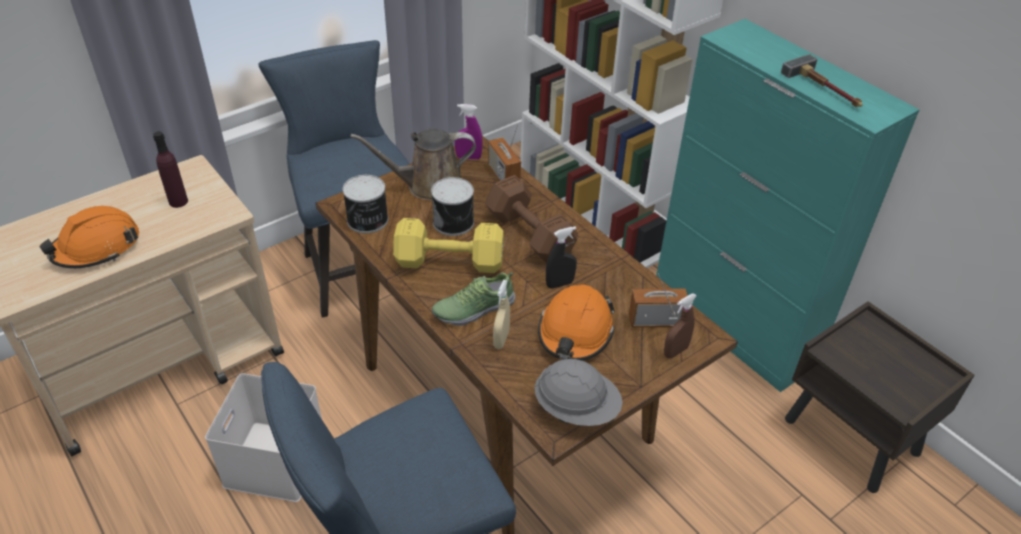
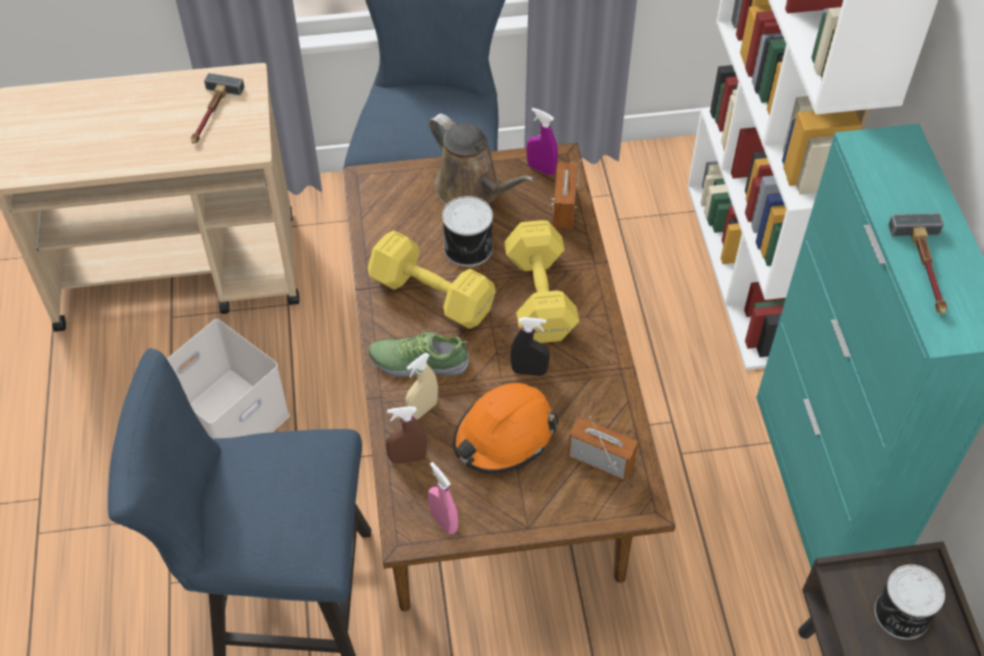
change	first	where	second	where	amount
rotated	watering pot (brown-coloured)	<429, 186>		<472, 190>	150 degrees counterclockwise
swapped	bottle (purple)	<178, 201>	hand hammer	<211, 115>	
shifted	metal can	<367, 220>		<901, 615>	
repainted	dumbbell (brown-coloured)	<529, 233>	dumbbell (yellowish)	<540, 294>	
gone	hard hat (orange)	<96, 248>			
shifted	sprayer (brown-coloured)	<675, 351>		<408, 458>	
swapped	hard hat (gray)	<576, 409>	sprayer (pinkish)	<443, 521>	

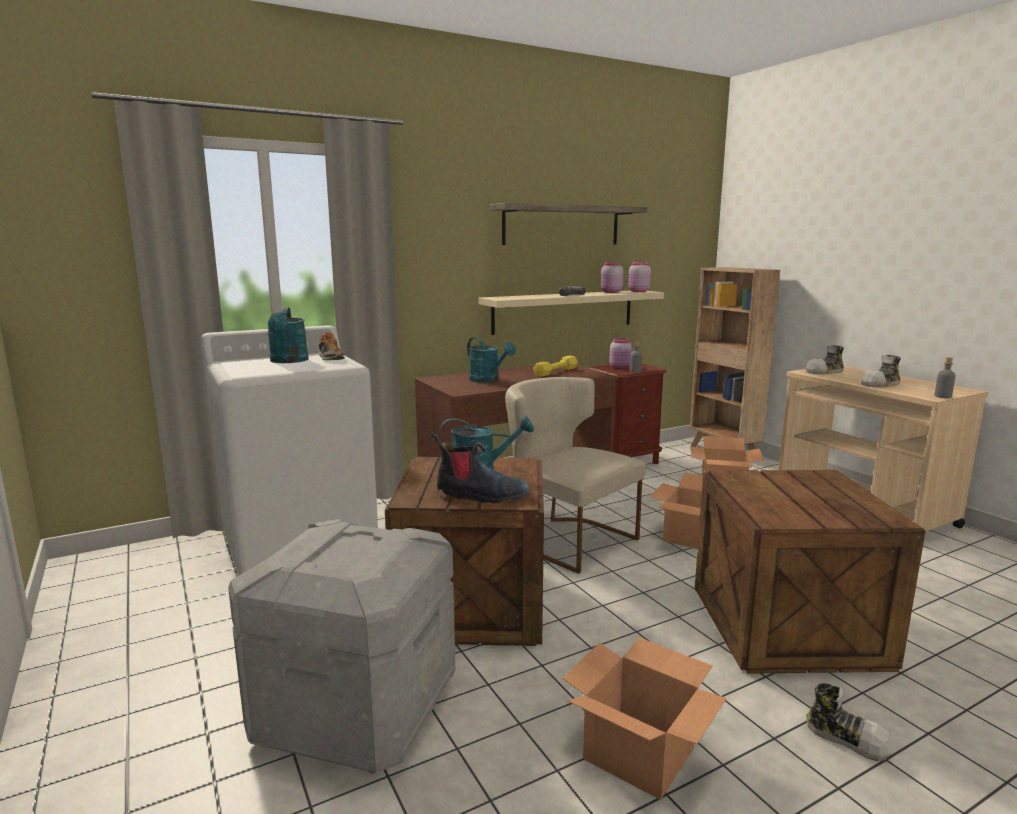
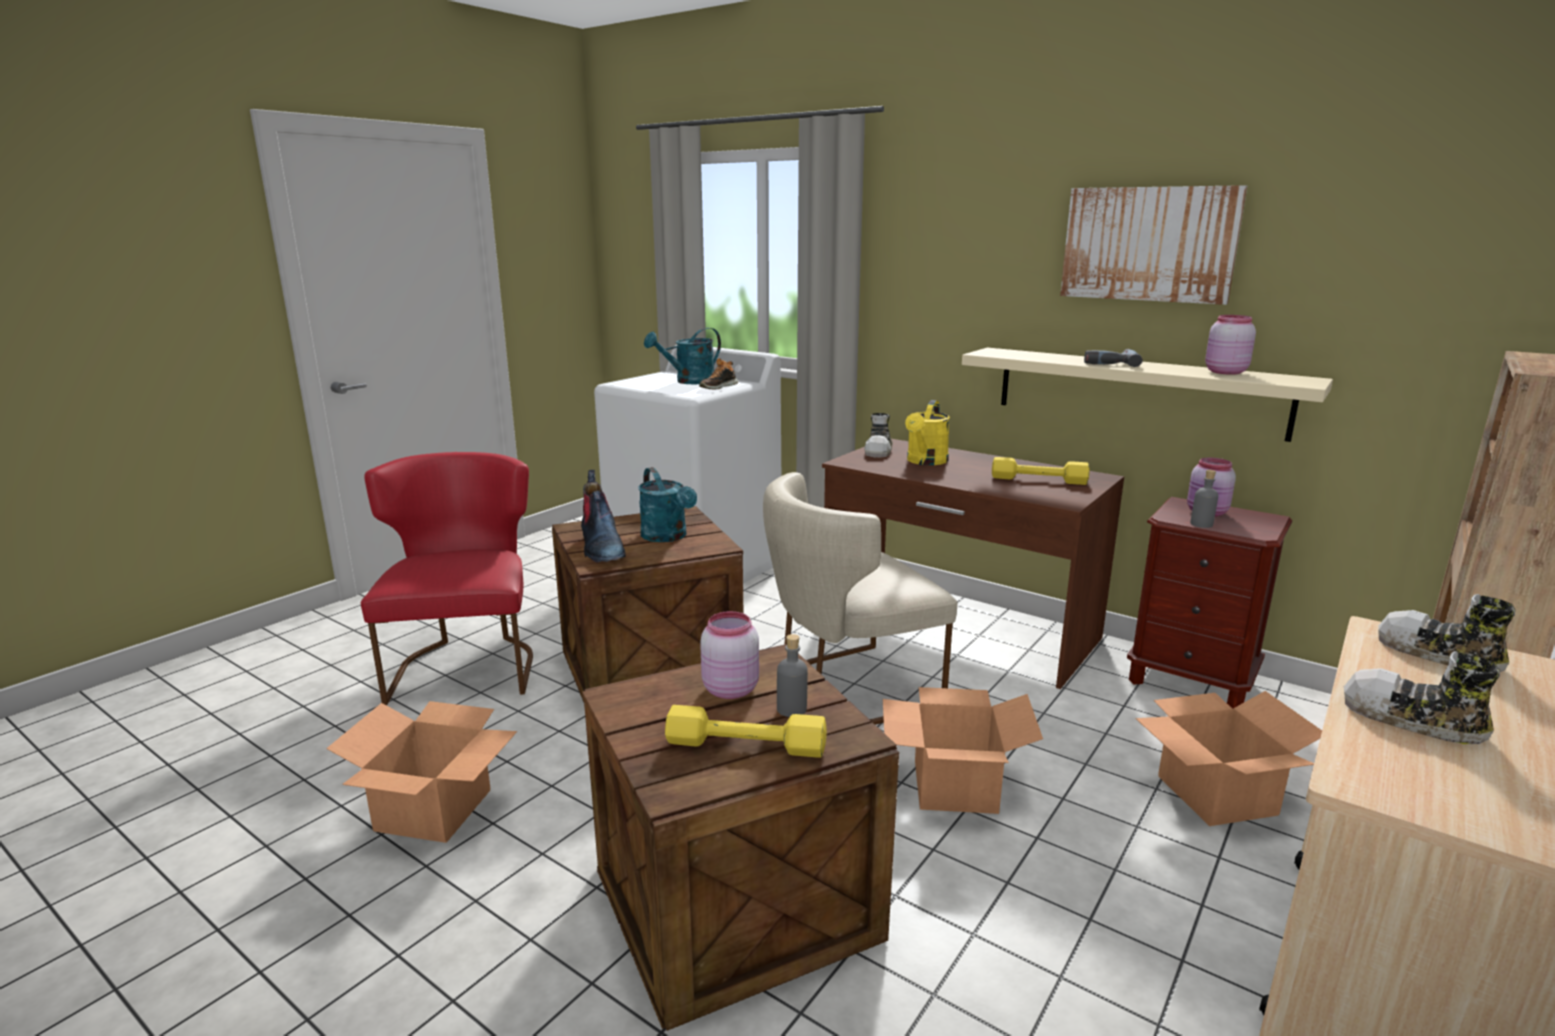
change	first	where	second	where	amount
swapped	bracket shelf	<561, 225>	wall art	<1148, 244>	
shifted	storage jar (pinkish)	<638, 291>		<729, 689>	
repainted	watering pot (blue-green)	<488, 380>	watering pot (yellowish)	<925, 462>	
shifted	bottle (gray)	<942, 396>		<791, 709>	
rotated	chair (sand-coloured)	<567, 539>		<847, 690>	135 degrees counterclockwise
swapped	storage container (gray)	<356, 709>	chair (red)	<467, 664>	
shifted	low shoe	<847, 738>		<879, 450>	
new			dumbbell (yellowish)	<745, 745>	

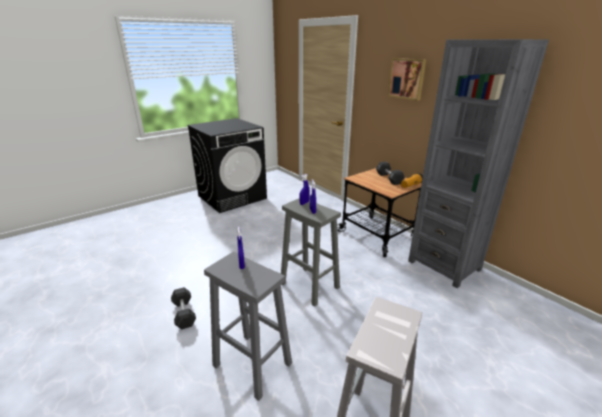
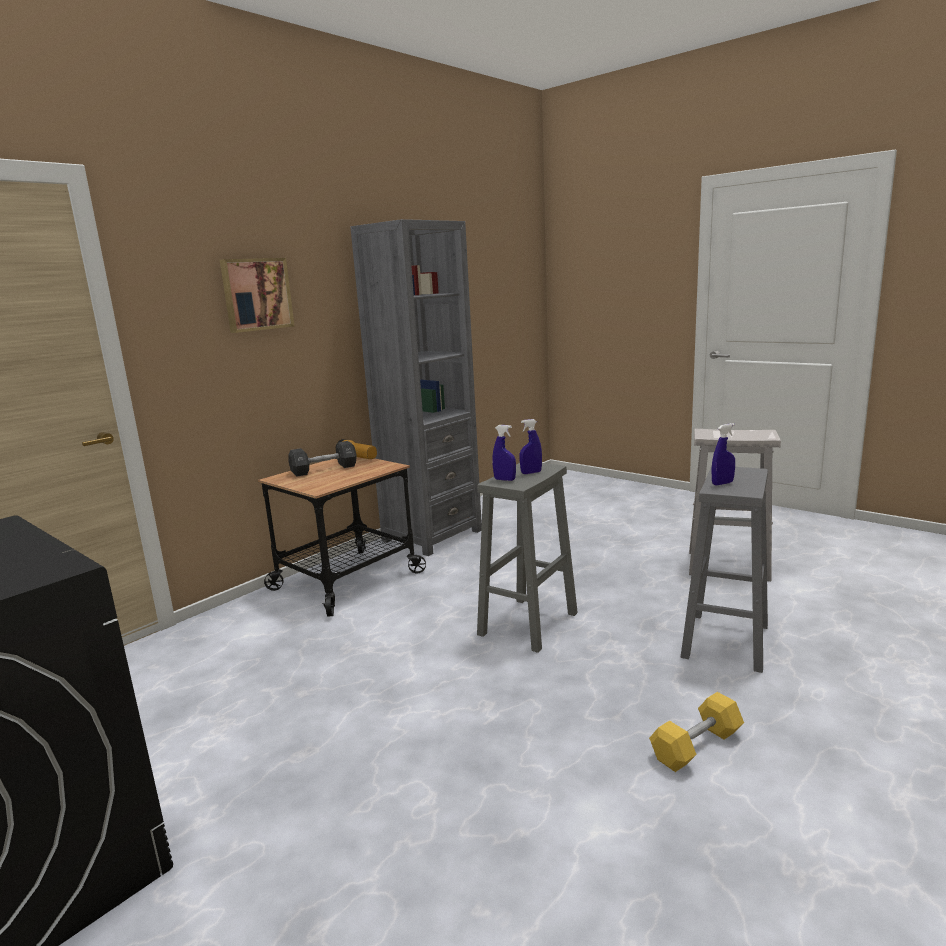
change	first	where	second	where	amount
repainted	dumbbell (gray)	<184, 313>	dumbbell (yellowish)	<696, 746>	

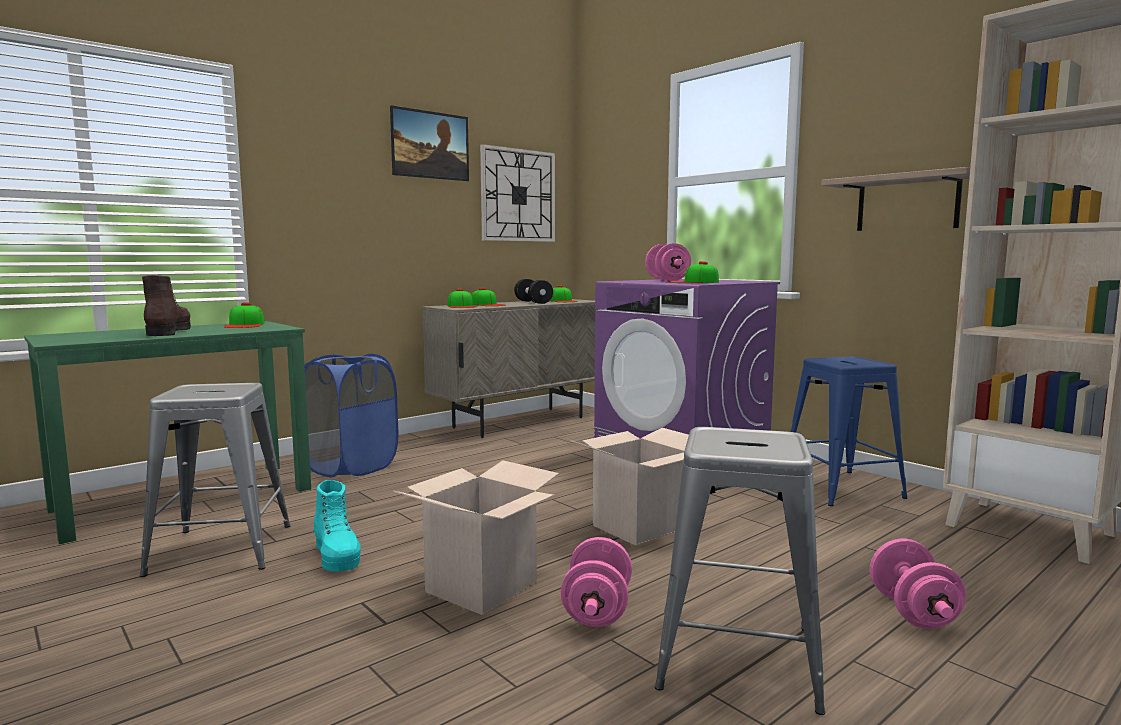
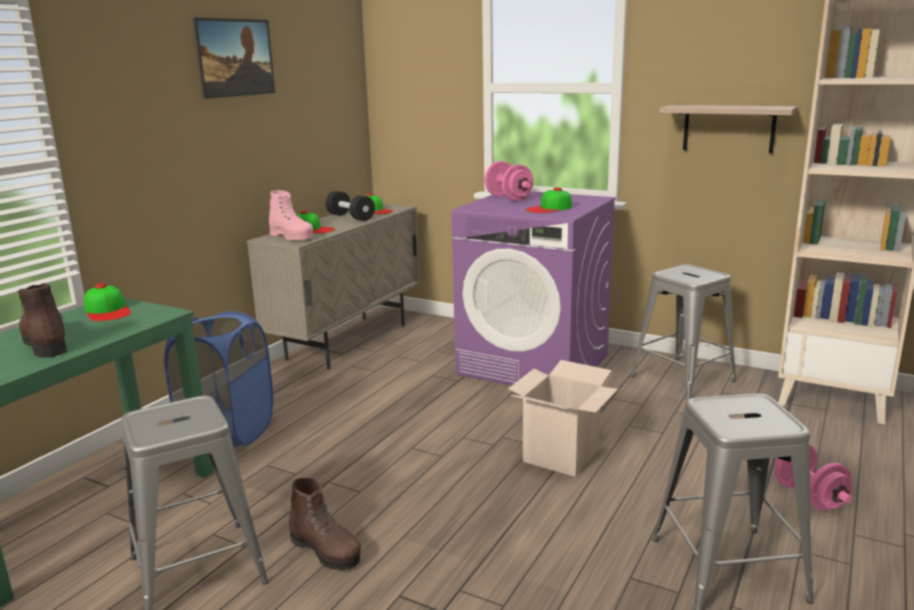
change	first	where	second	where	amount
gone	hanging clock	<518, 195>			
swapped	peaked cap	<461, 306>	boot (pinkish)	<292, 237>	
repainted	sitting stool (blue)	<840, 488>	sitting stool (gray)	<682, 378>	
gone	packing box	<481, 587>			
repainted	boot (blue-green)	<337, 556>	boot (brown-coloured)	<326, 550>	
gone	dumbbell (pinkish)	<597, 610>			

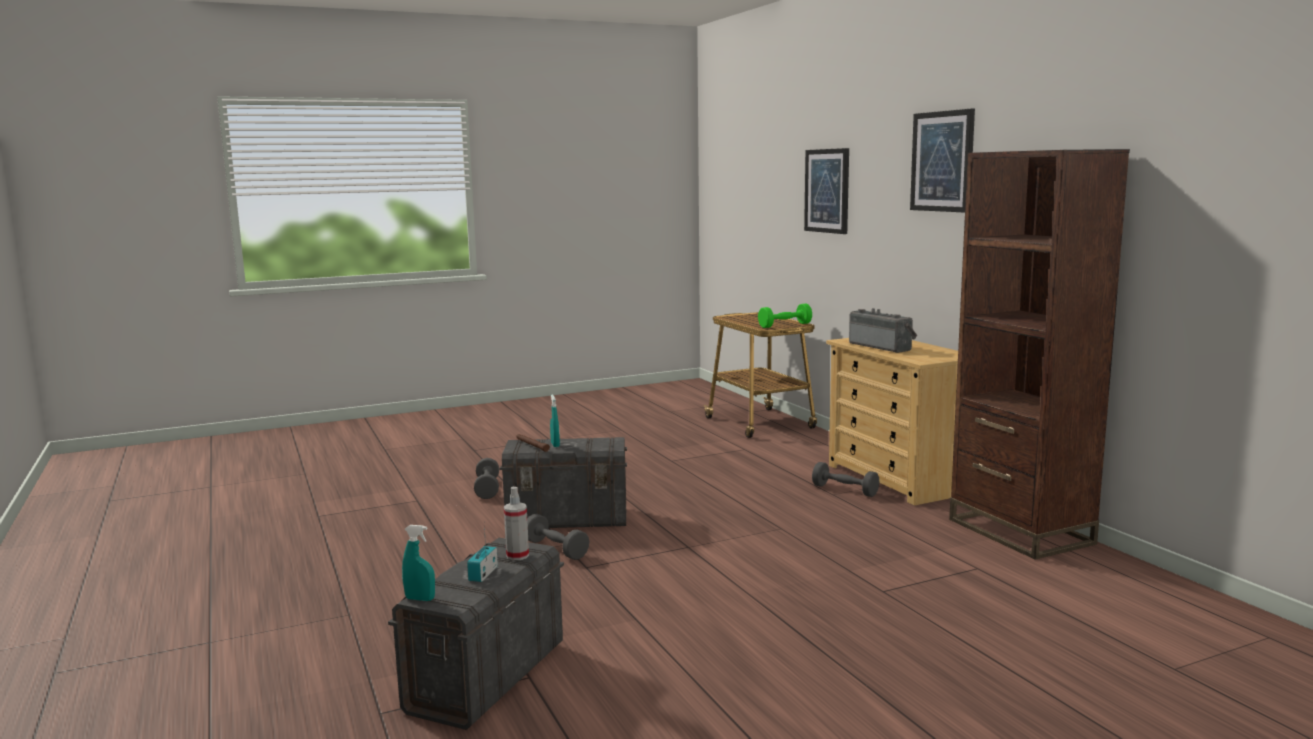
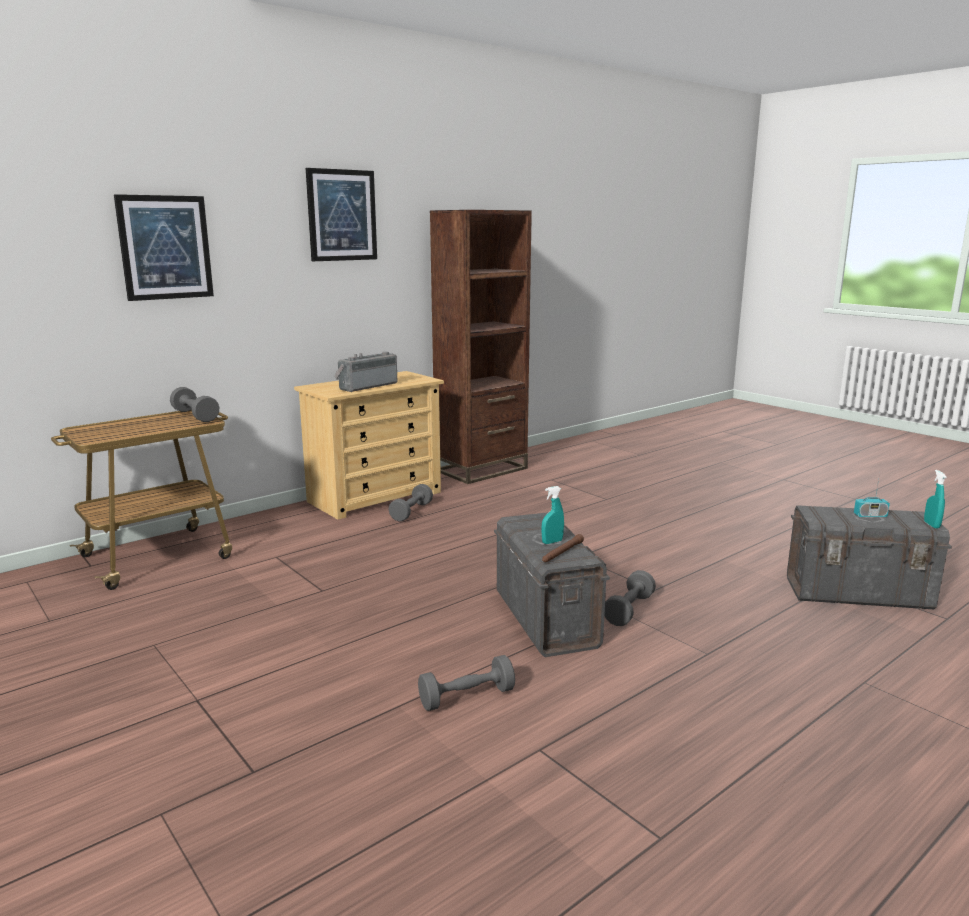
change	first	where	second	where	amount
repainted	dumbbell (green-coloured)	<785, 325>	dumbbell (gray)	<195, 416>	
gone	sprayer	<517, 555>			

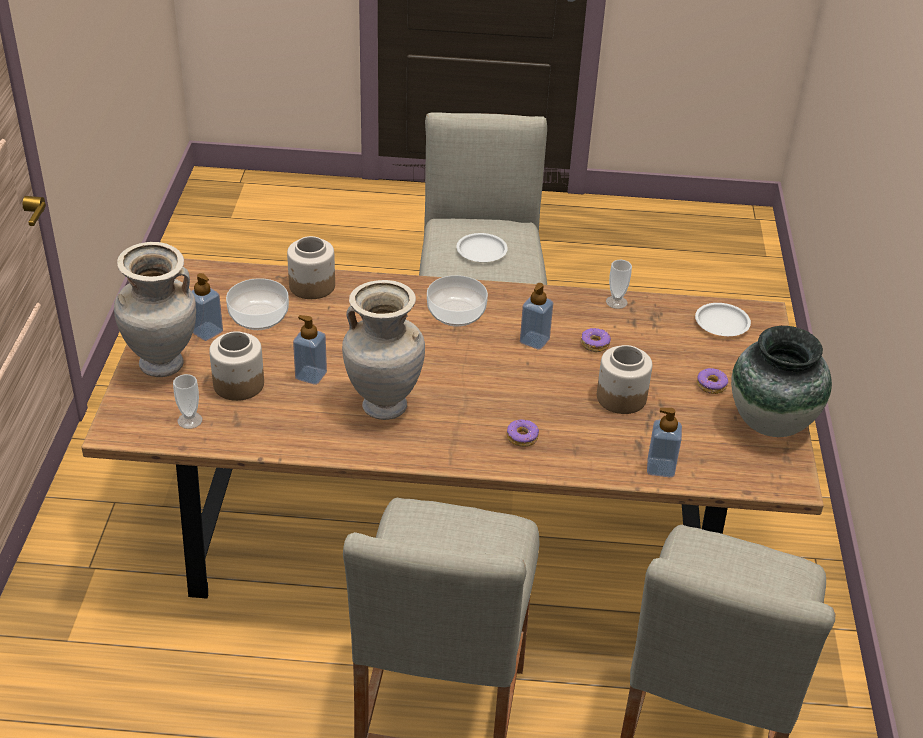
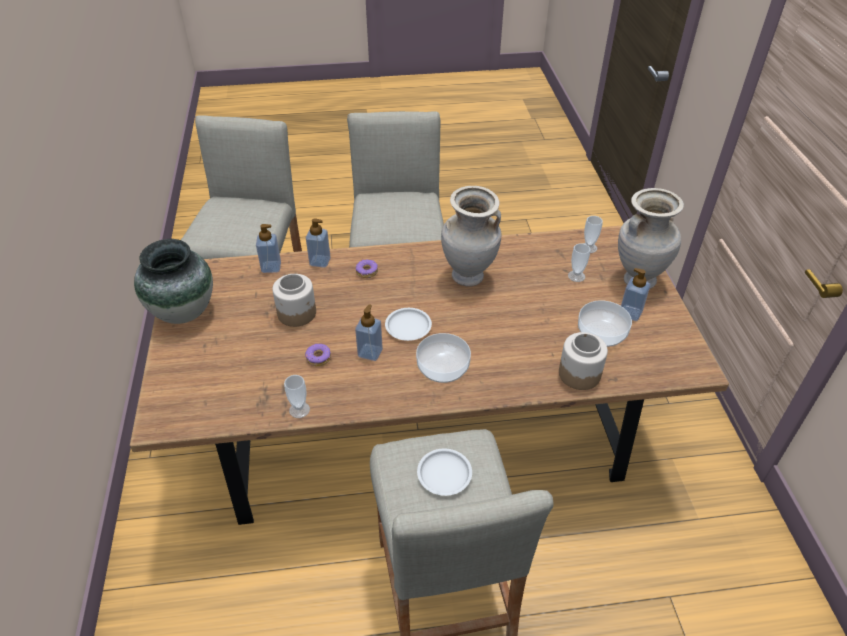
change	first	where	second	where	amount
shifted	flat dish (white-coloured)	<721, 323>		<408, 327>	
shifted	soap dispenser	<311, 375>		<320, 261>	
swapped	storage jar	<238, 384>	drinking cup	<576, 276>	
gone	ring doughnut	<711, 385>			

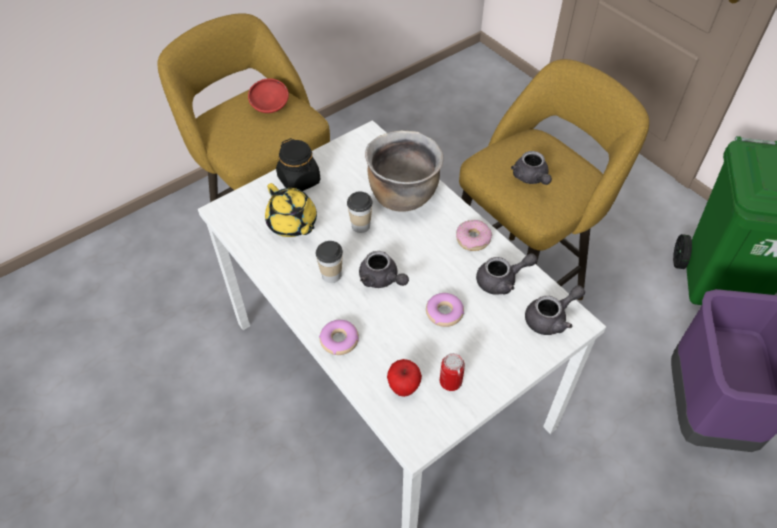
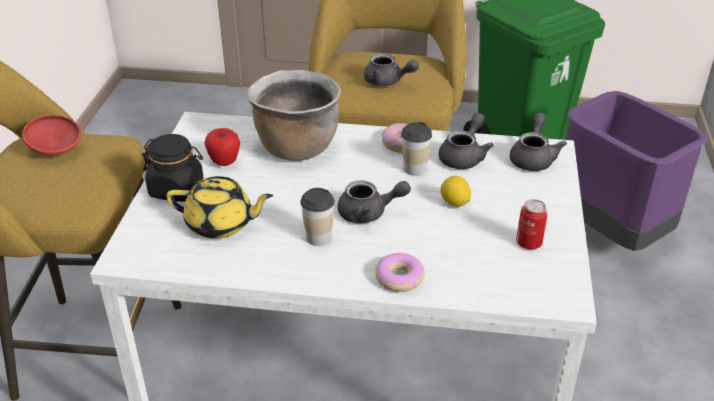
change	first	where	second	where	amount
shifted	drinking cup	<360, 225>		<414, 169>	
swapped	ring doughnut	<444, 313>	lemon	<454, 203>	
shifted	apple	<404, 387>		<224, 162>	

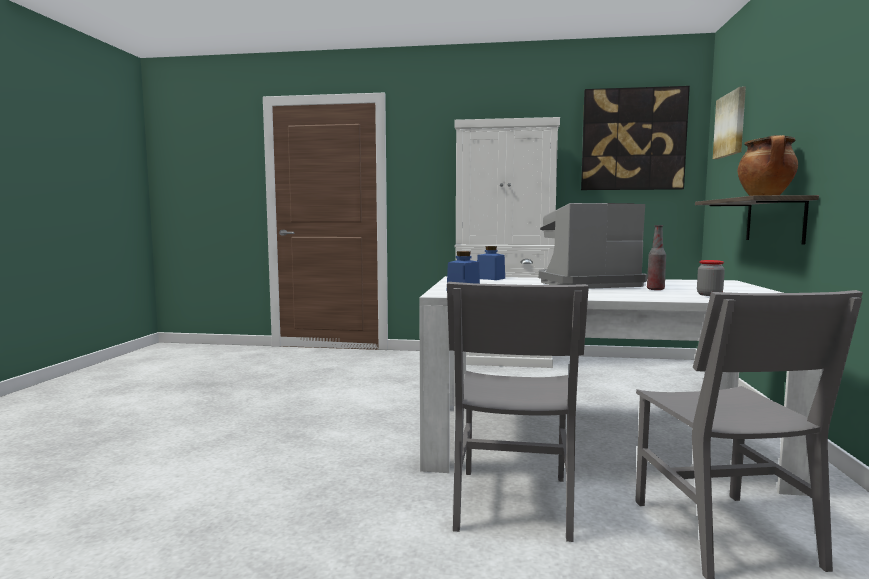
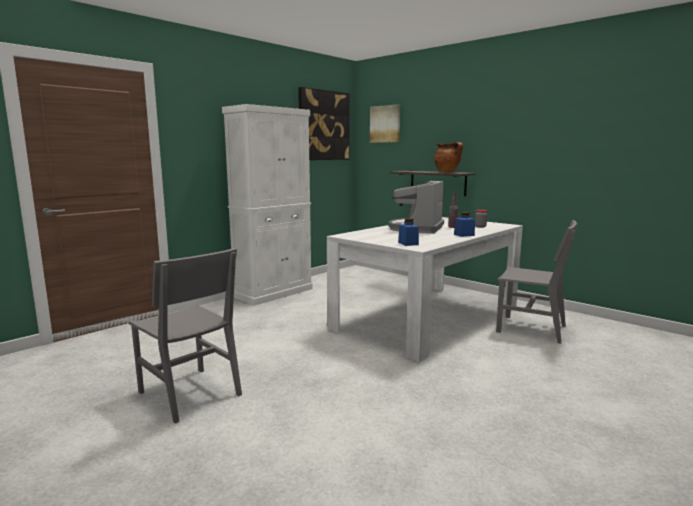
change	first	where	second	where	amount
shifted	storage jar (blue)	<490, 278>		<464, 235>	
shifted	chair (gray)	<512, 502>		<189, 393>	

